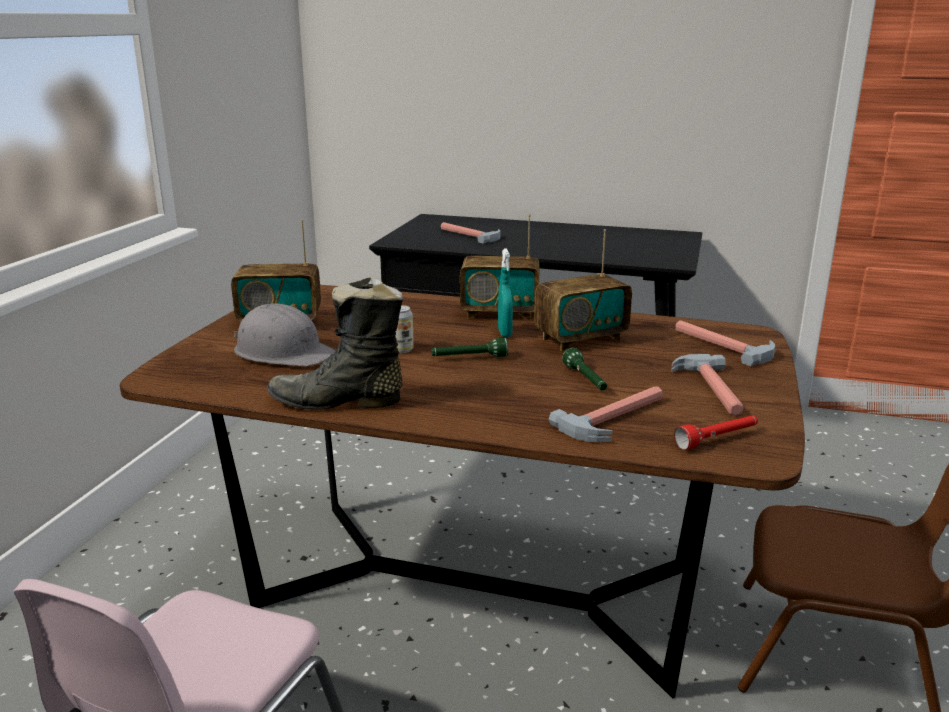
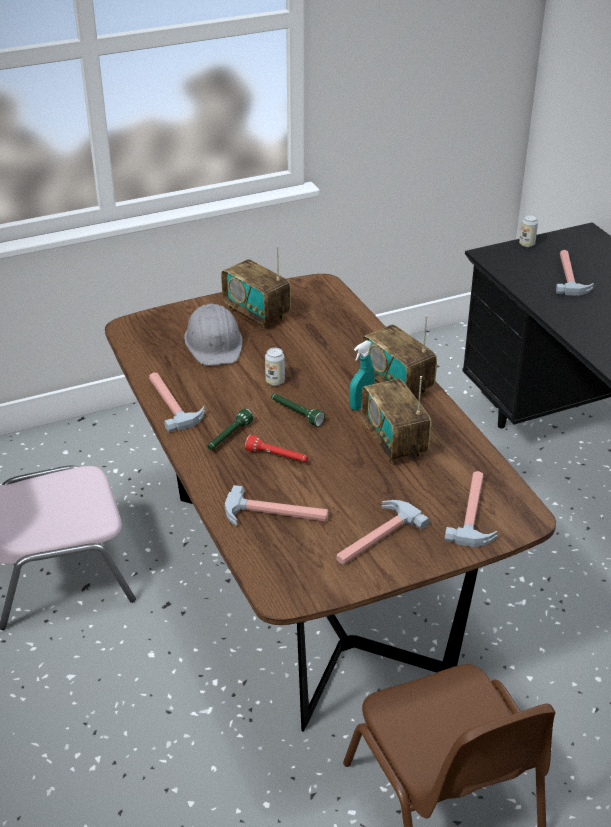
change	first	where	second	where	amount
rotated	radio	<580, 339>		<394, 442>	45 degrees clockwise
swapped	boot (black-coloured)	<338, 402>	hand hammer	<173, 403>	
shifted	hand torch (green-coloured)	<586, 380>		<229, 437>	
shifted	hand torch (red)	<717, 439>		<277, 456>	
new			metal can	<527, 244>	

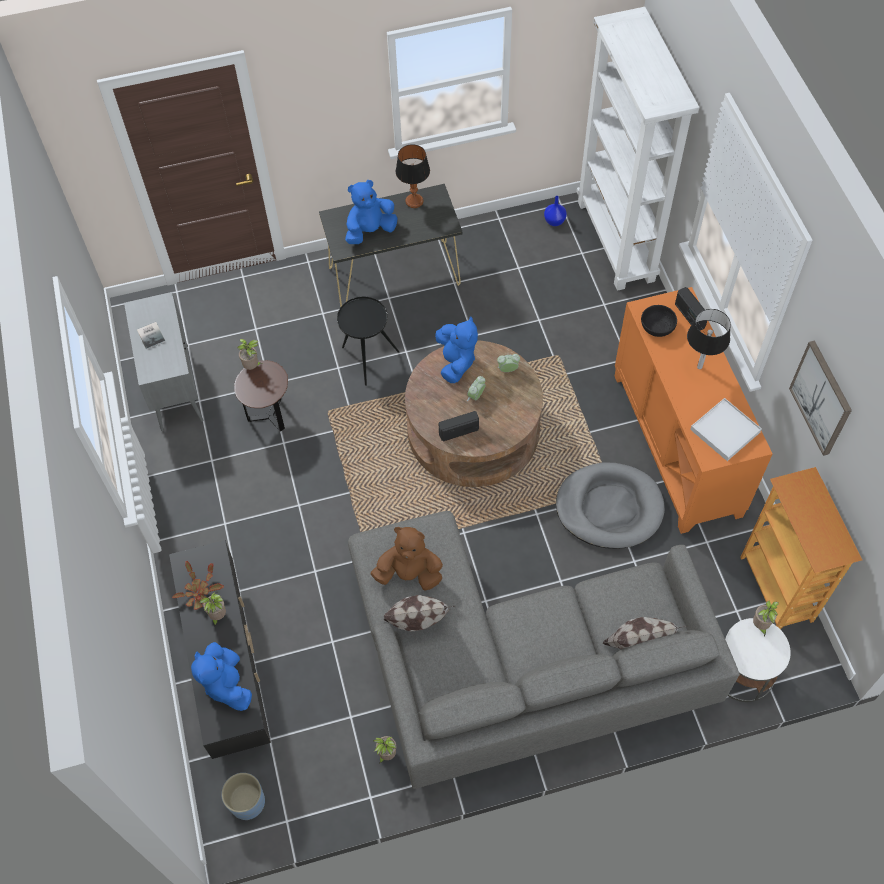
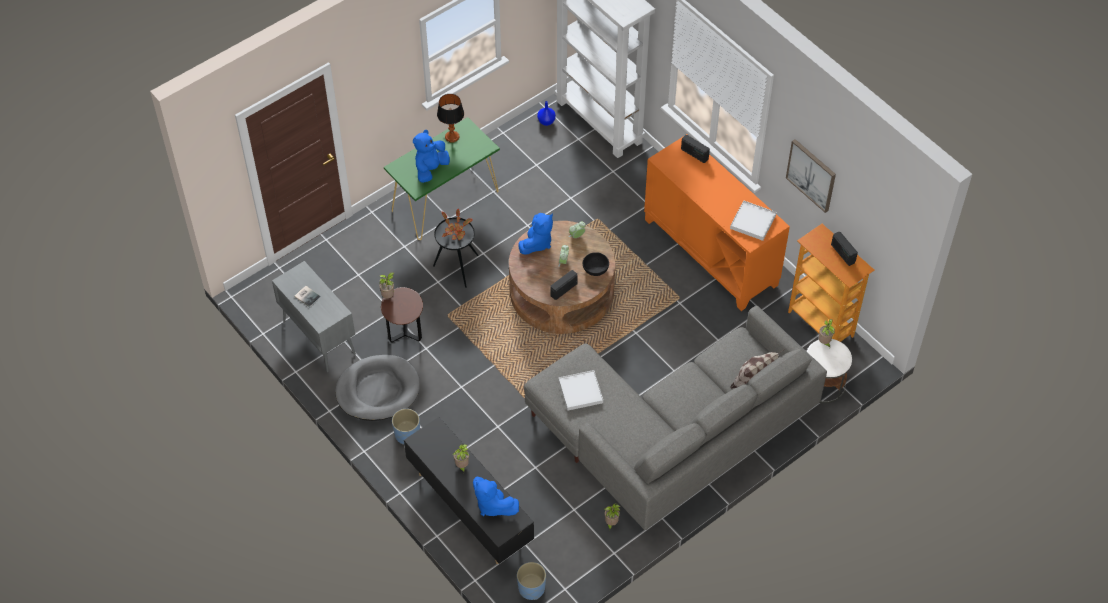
change	first	where	second	where	amount
repainted	narrow table (black-coloured)	<395, 276>	narrow table (green-coloured)	<445, 201>	
shifted	serving bowl (black-coloured)	<657, 327>		<595, 269>	
gone	lamp for a table (black-coloured)	<699, 367>			
rotated	plush toy (blue)	<456, 362>		<537, 243>	60 degrees clockwise
shifted	pet bed (gray)	<609, 508>		<378, 390>	
swapped	plush toy (brown-coloured)	<409, 574>	carrying tray (white-coloured)	<580, 391>	
shifted	houseplant	<199, 592>		<455, 231>	
gone	cushion	<419, 624>			
new			radio	<842, 253>	
new			flower pot (blue)	<407, 435>	

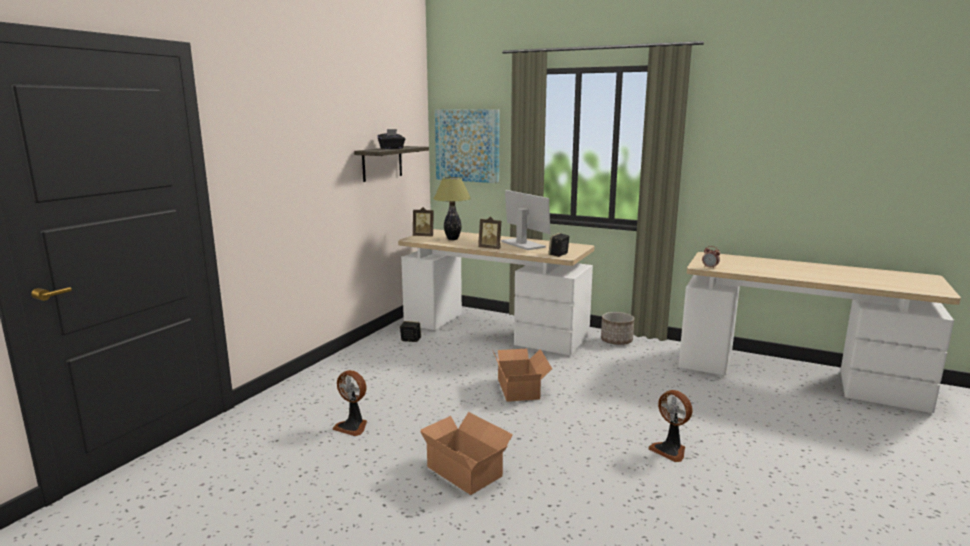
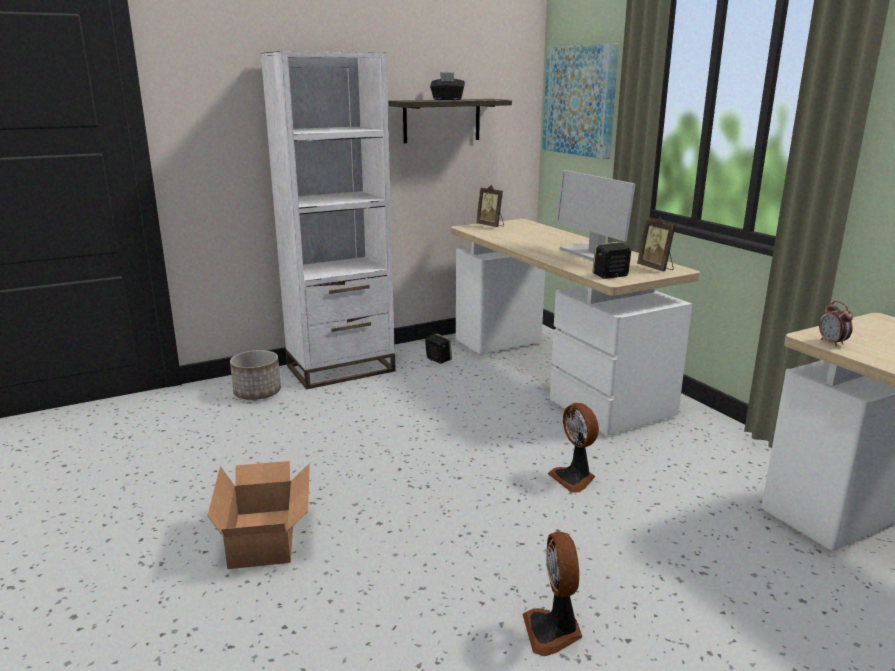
change	first	where	second	where	amount
gone	lamp for a table	<452, 239>			
rotated	computer screen	<523, 244>		<593, 254>	150 degrees clockwise
shifted	standing frame	<490, 248>		<656, 268>	
shifted	flower pot	<616, 341>		<258, 393>	
gone	packing box	<520, 388>			
shifted	fan	<353, 426>		<574, 478>	
new			bookcase (white-coloured)	<341, 369>	

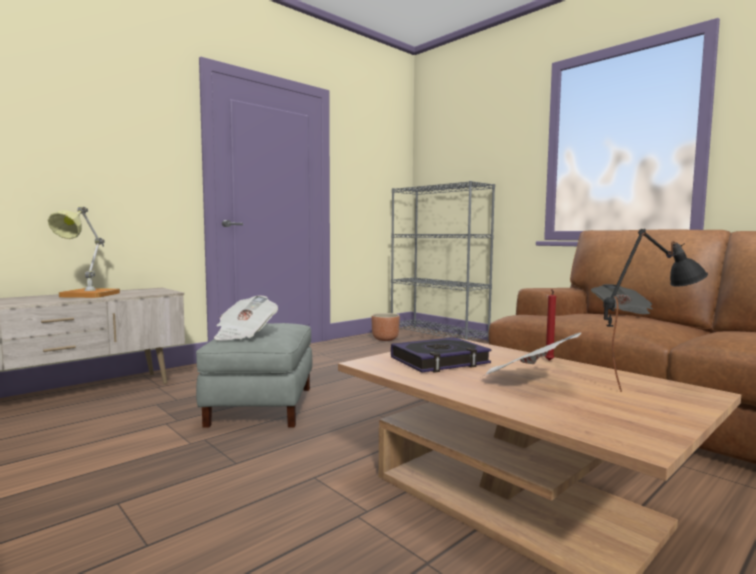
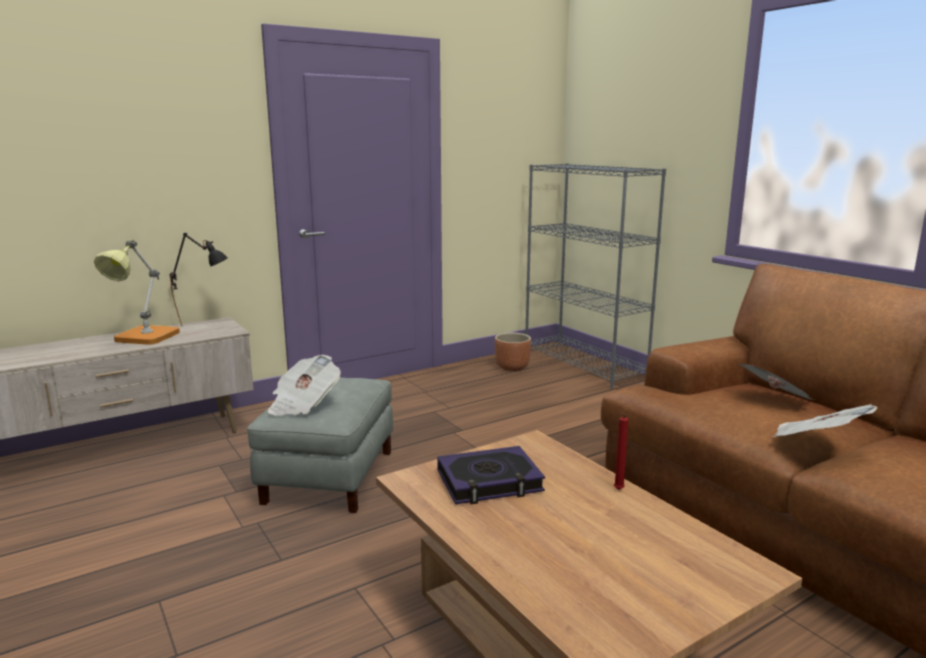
change	first	where	second	where	amount
shifted	lamp for a table (black-coloured)	<646, 387>		<205, 324>	
shifted	newspaper	<525, 381>		<816, 443>	

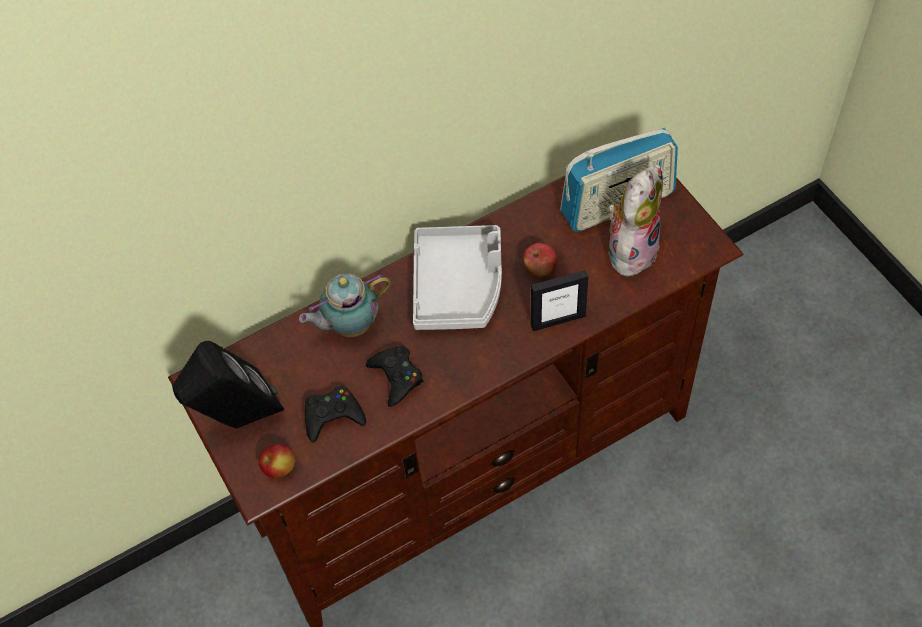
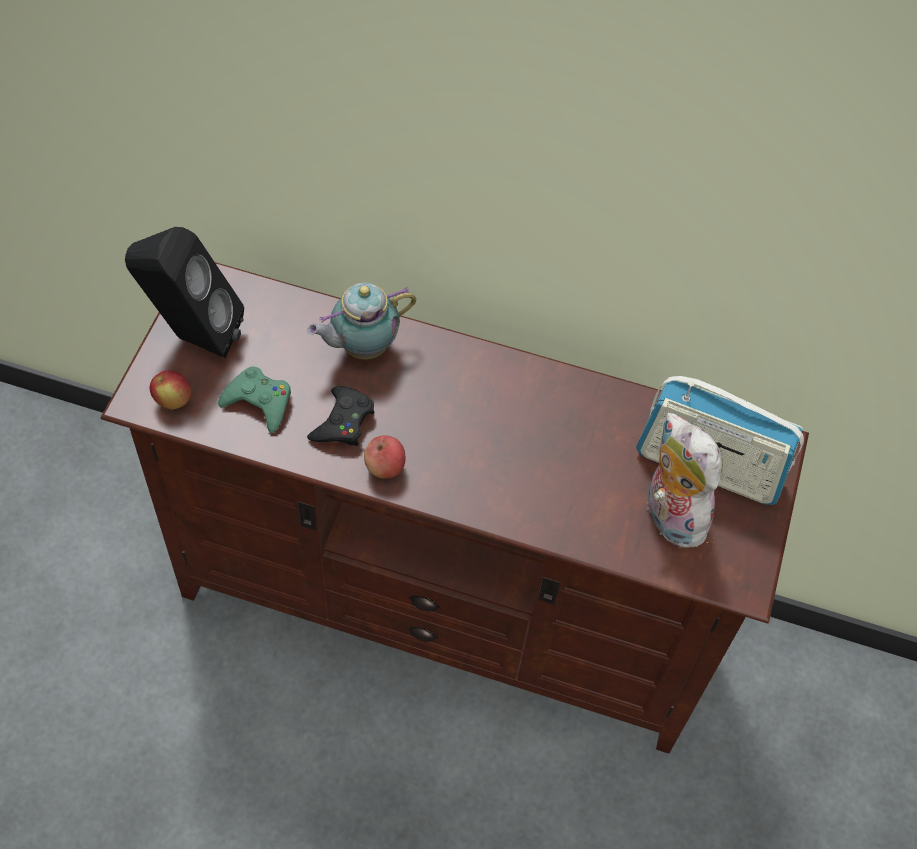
change	first	where	second	where	amount
rotated	plush toy	<631, 249>		<669, 515>	105 degrees counterclockwise
gone	carrying tray (gray)	<458, 286>			
shifted	apple	<540, 269>		<385, 467>	
gone	standing frame	<558, 320>			
rotated	tea pot	<349, 325>		<361, 347>	45 degrees counterclockwise
repainted	joypad (black-coloured)	<333, 416>	joypad (green-coloured)	<259, 402>	

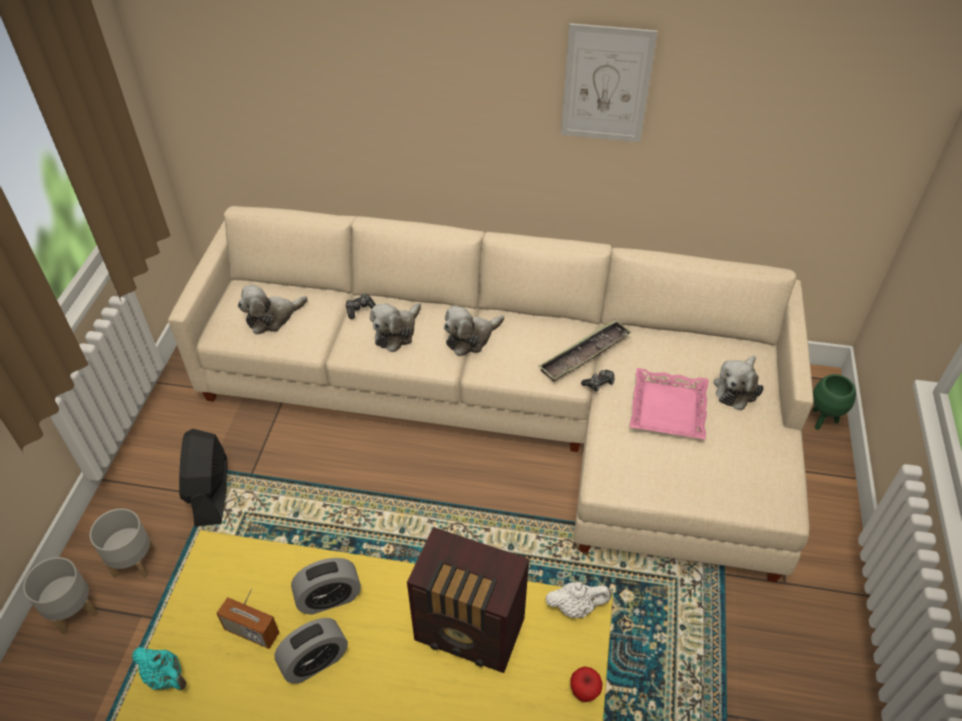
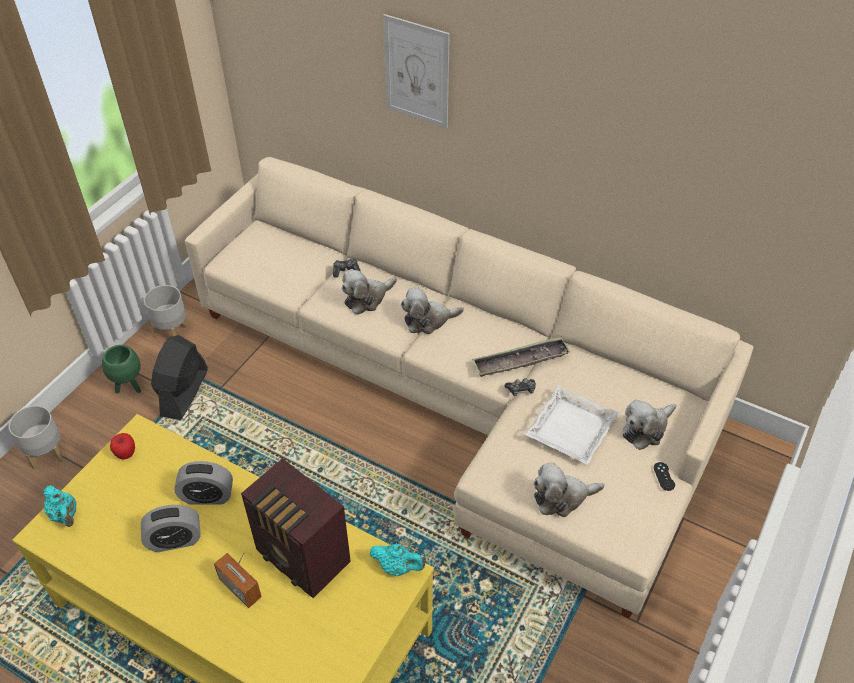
change	first	where	second	where	amount
shifted	wall art	<606, 84>		<416, 72>	
shifted	plush toy	<272, 317>		<562, 497>	
repainted	carrying tray (pinkish)	<667, 408>	carrying tray (white-coloured)	<570, 428>	
shifted	flower pot (green-coloured)	<822, 420>		<130, 387>	
shifted	flower pot (gray)	<134, 561>		<172, 331>	
repainted	tea pot (white-coloured)	<576, 607>	tea pot (blue-green)	<398, 567>	
shifted	radio	<252, 631>		<240, 588>	
shifted	apple	<584, 692>		<126, 454>	
new			joypad (black-coloured)	<664, 476>	

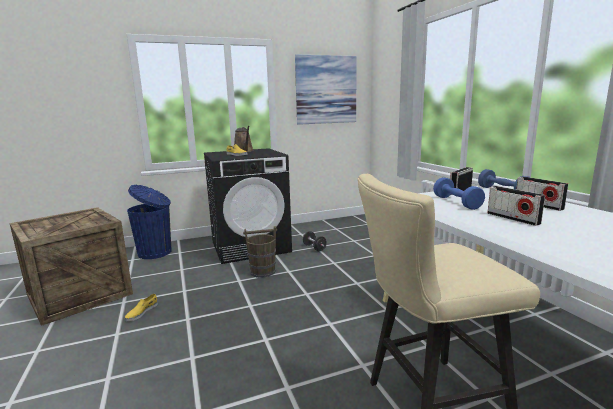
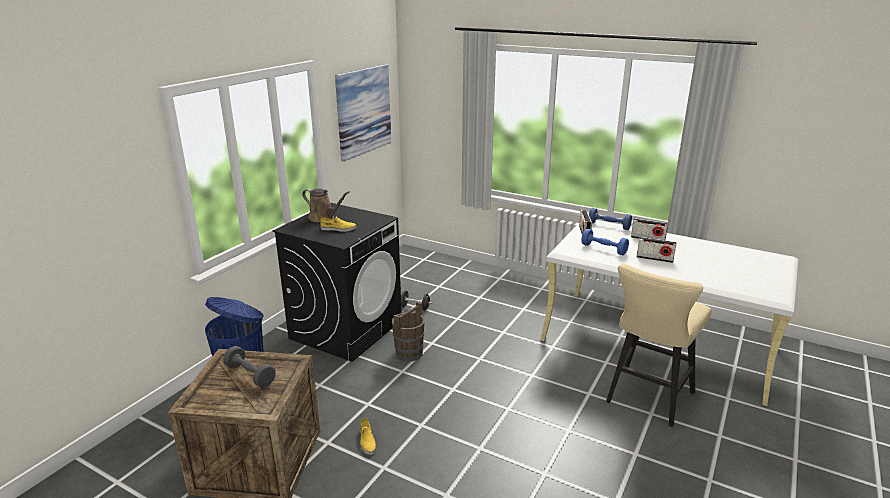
change	first	where	second	where	amount
new			dumbbell (gray)	<250, 375>	

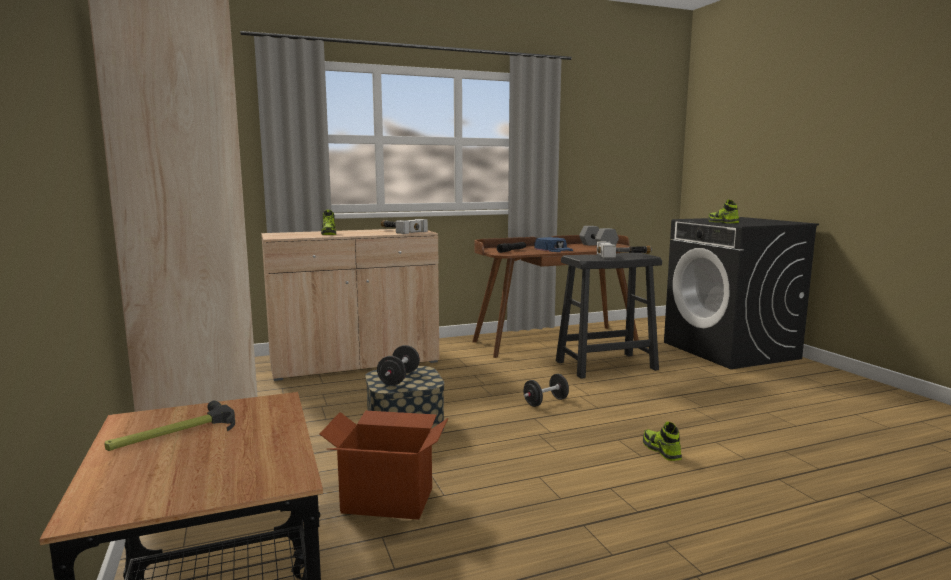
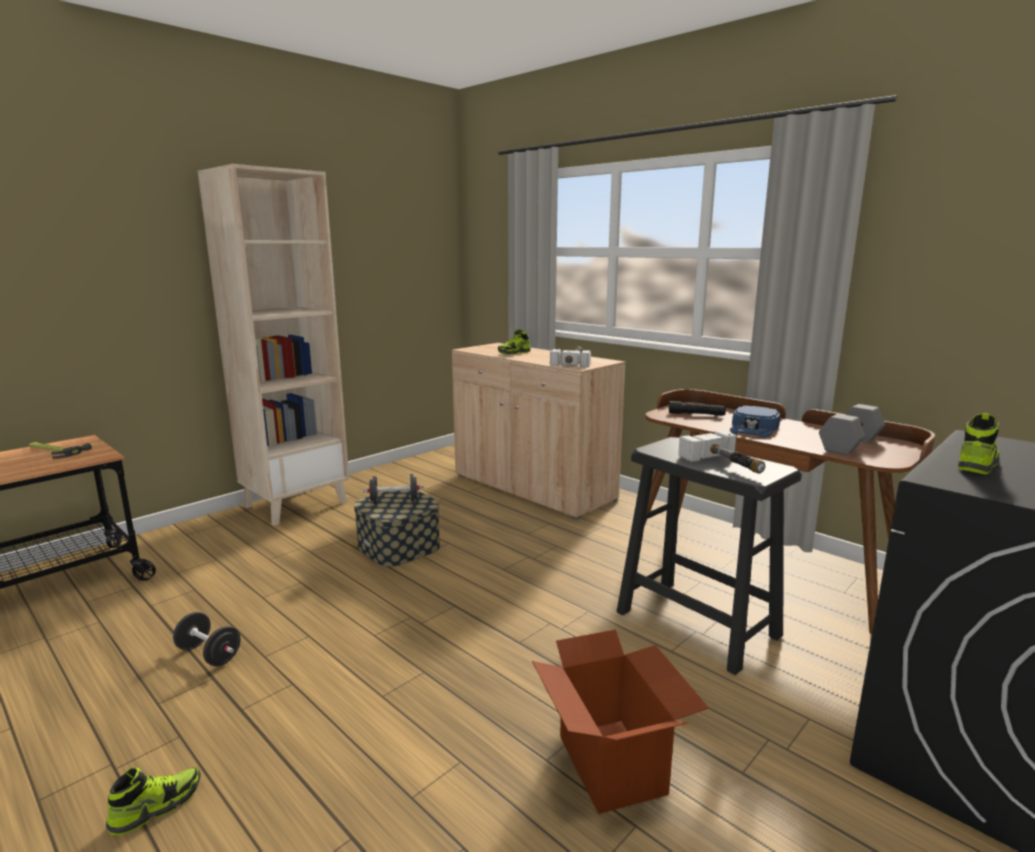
change	first	where	second	where	amount
shifted	dumbbell (black-coloured)	<545, 402>		<209, 654>	
shifted	packing box	<388, 500>		<612, 764>	
shifted	low shoe	<661, 450>		<156, 807>	

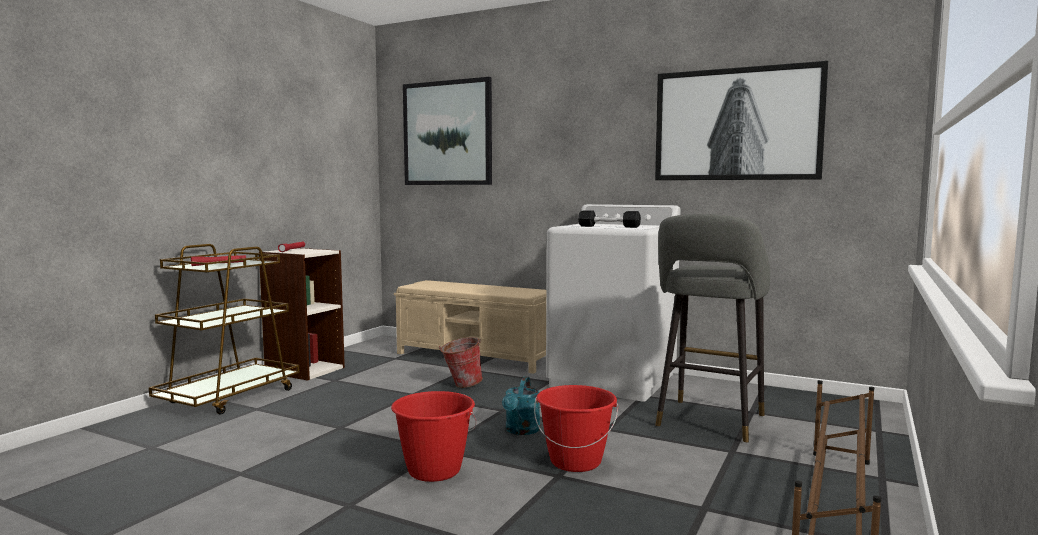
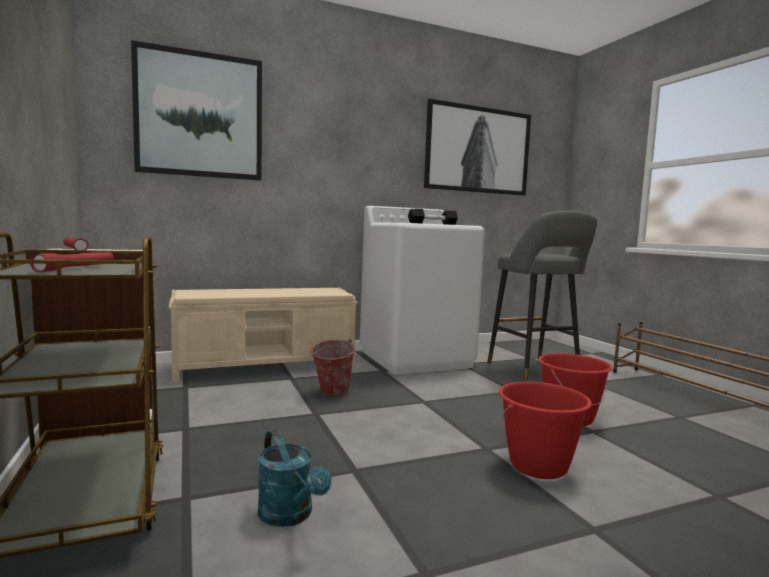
change	first	where	second	where	amount
shifted	watering pot (blue-green)	<521, 431>		<290, 516>	

